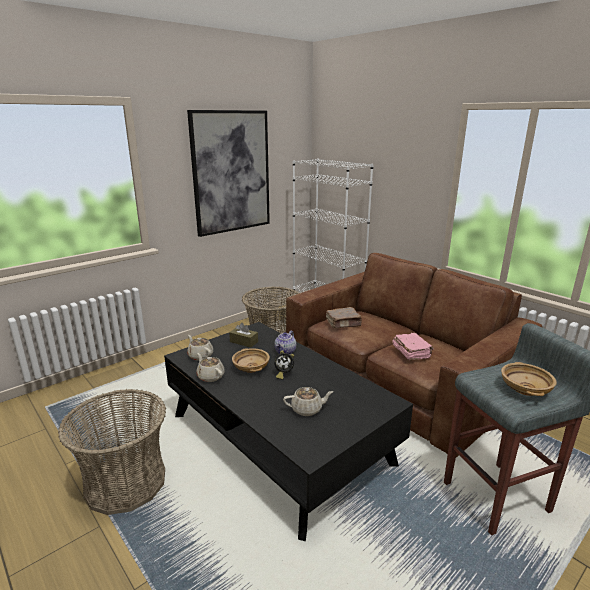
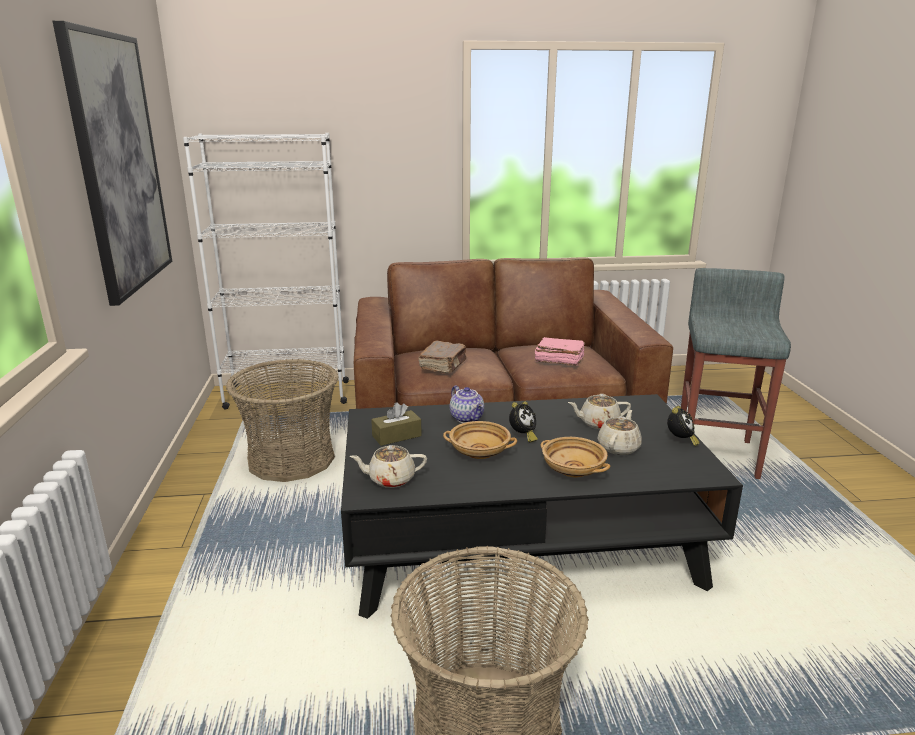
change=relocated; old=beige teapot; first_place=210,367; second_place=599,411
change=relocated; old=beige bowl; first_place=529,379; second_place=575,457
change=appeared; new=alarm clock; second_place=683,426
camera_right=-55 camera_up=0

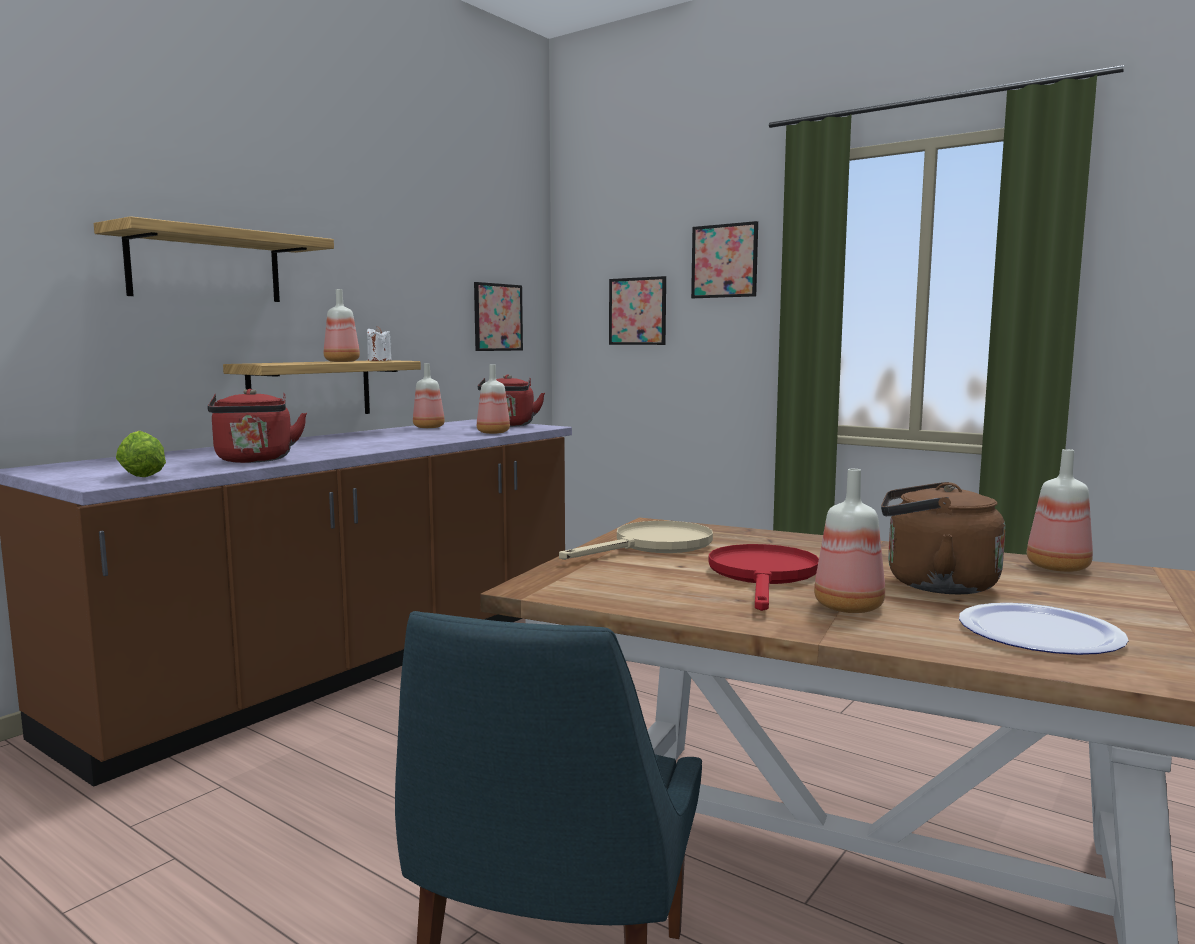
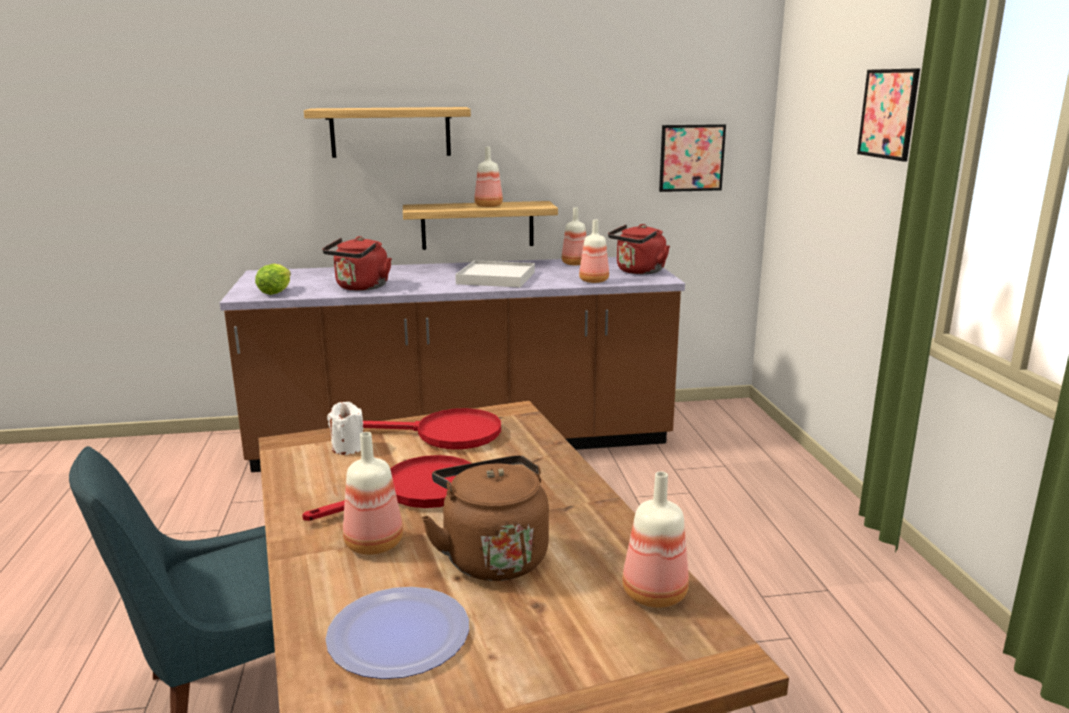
change=relocated; old=white candle; first_place=379,343; second_place=345,428
change=colour; old=beige frying pan; new=red frying pan; first_place=636,540; second_place=432,428
change=missing; old=picture; first_place=637,310
change=appeared; new=white tray; second_place=495,273
camera_right=45 camera_up=10

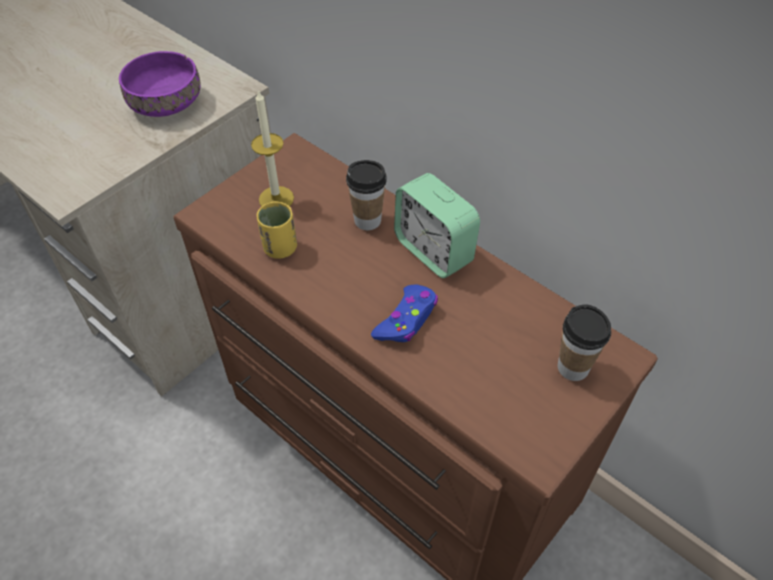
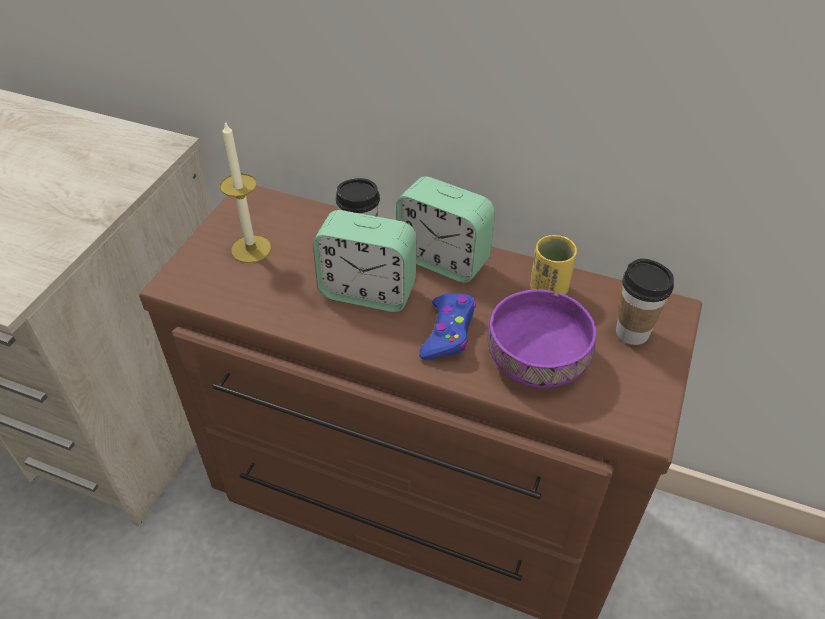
change=relocated; old=purple bowl; first_place=160,84; second_place=541,338
change=relocated; old=yellow cup; first_place=277,230; second_place=553,265
change=appeared; new=alarm clock; second_place=364,261
camera_right=-20 camera_up=-5

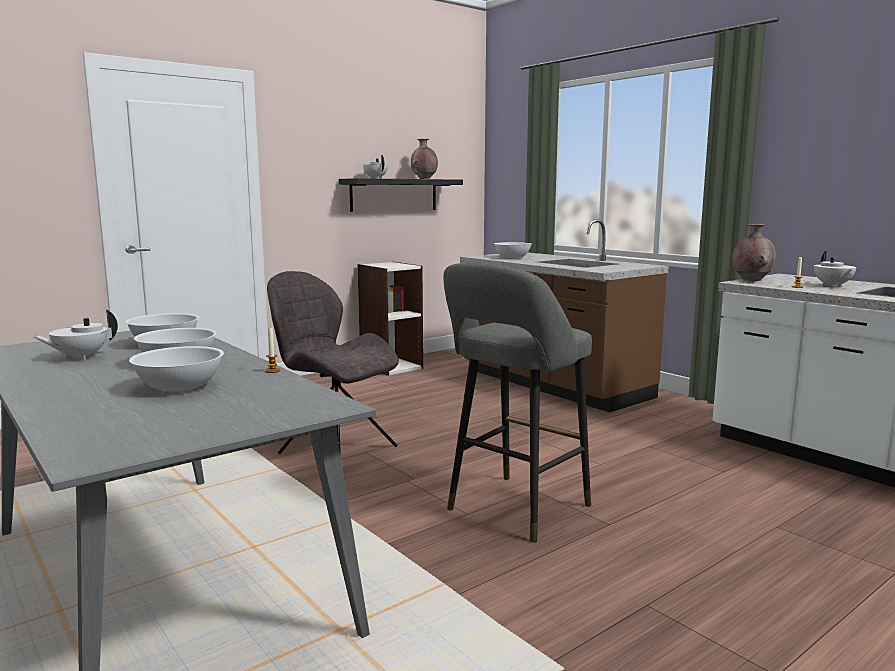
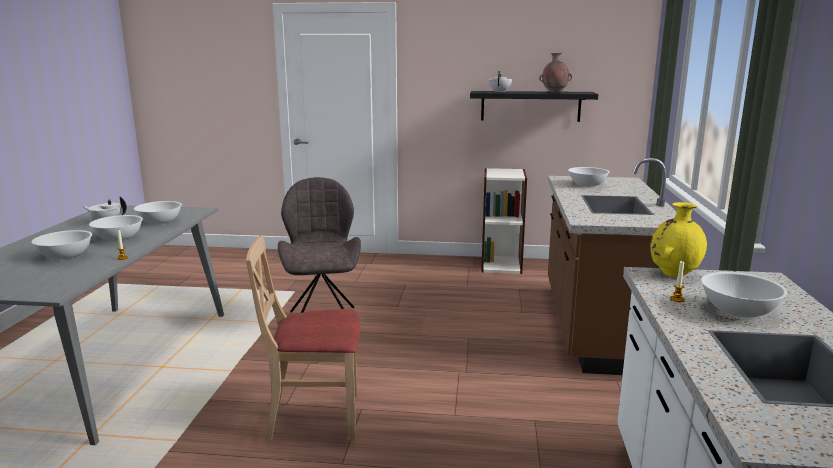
change=exchanged; old=grey stool; new=beige chair; first_place=517,403; second_place=303,338
change=colour; old=brown vase; new=yellow vase; first_place=754,252; second_place=679,239
change=exchanged; old=white teapot; new=white bowl; first_place=835,269; second_place=744,294
camera_right=45 camera_up=5

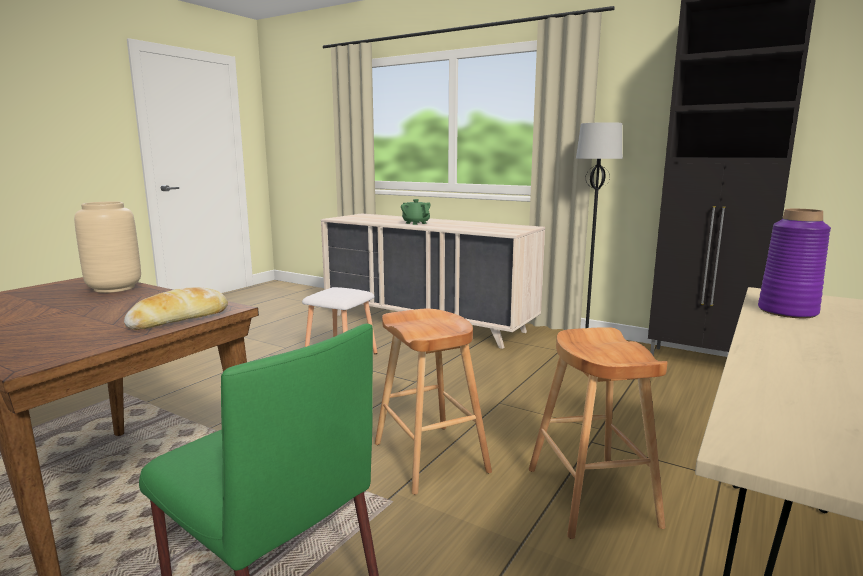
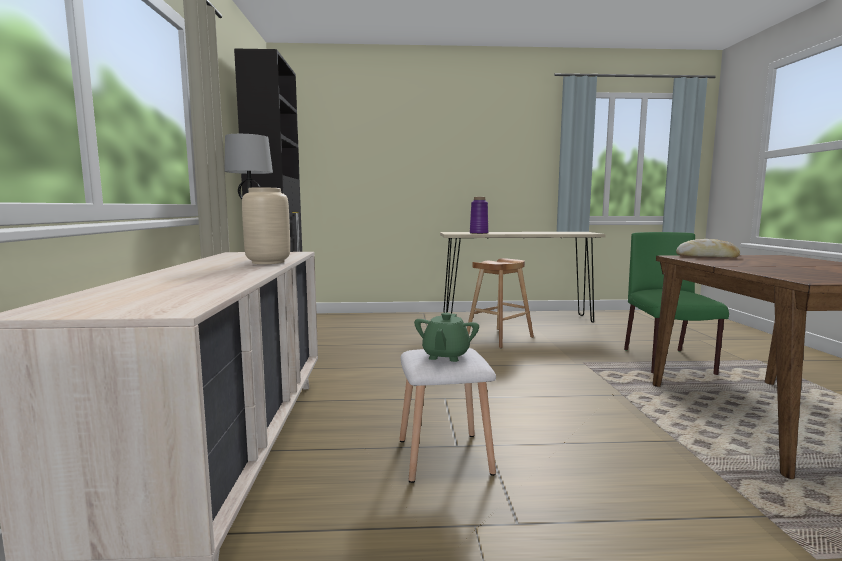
change=relocated; old=beige vase; first_place=107,247; second_place=266,226
change=missing; old=brown stool; first_place=433,402
change=relocated; old=green teapot; first_place=415,212; second_place=446,337
camera_right=-125 camera_up=-5

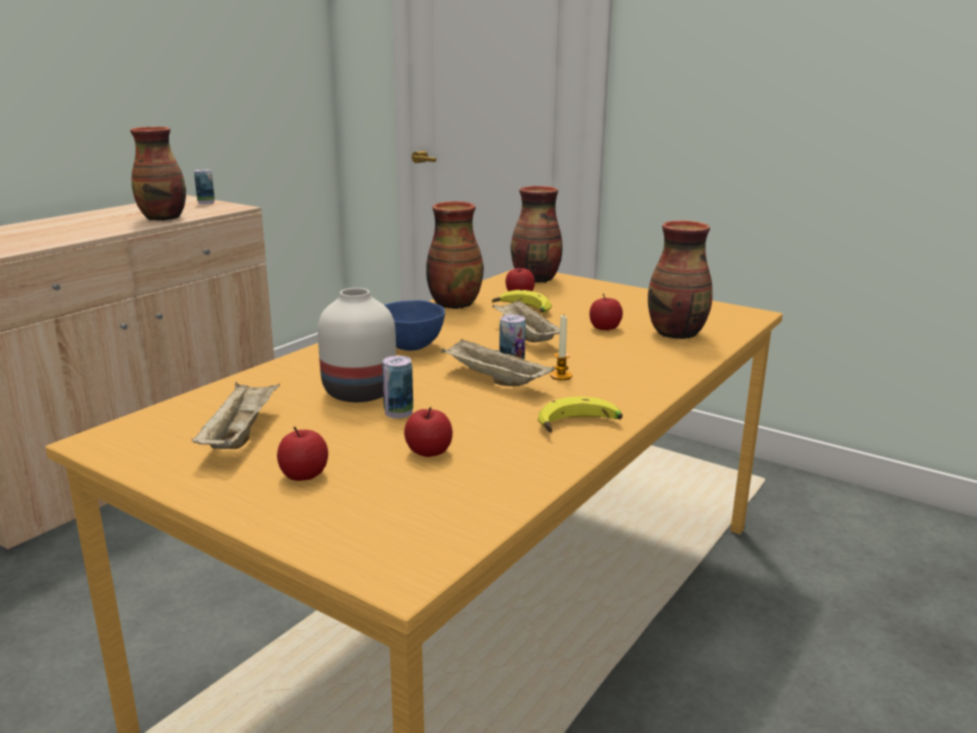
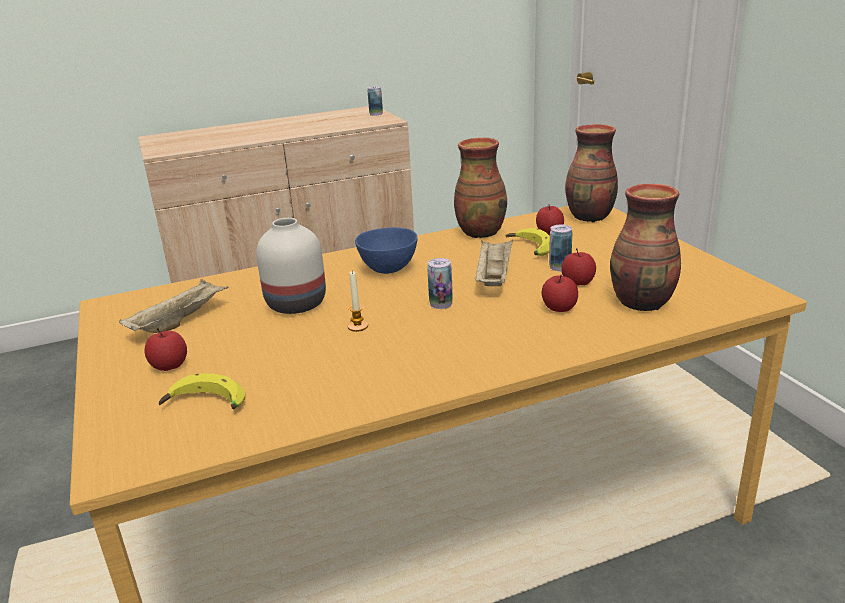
change=missing; old=vase; first_place=158,174
change=relocated; old=can; first_place=397,386; second_place=561,247
change=relocated; old=apple; first_place=428,432; second_place=560,293
change=missing; old=beige tray; first_place=498,362
change=relocated; old=banana; first_place=580,414; second_place=202,391
change=relocated; old=candle; first_place=561,347; second_place=358,301
camera_right=35 camera_up=5

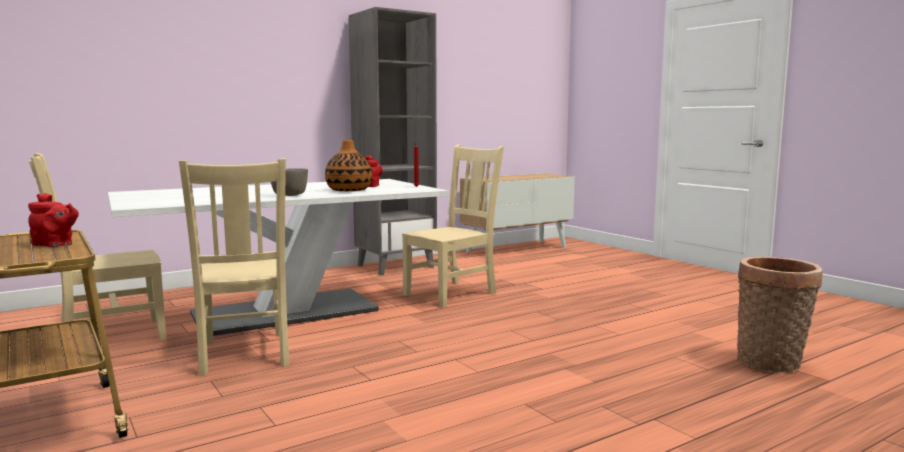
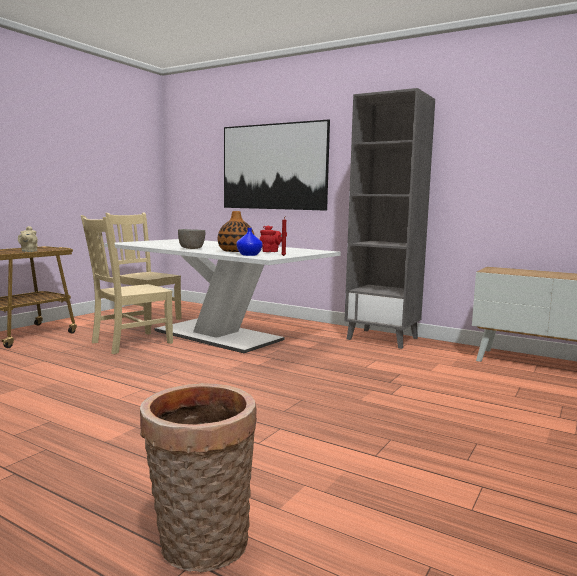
change=colour; old=red teapot; new=beige teapot; first_place=53,220; second_place=28,239
change=missing; old=beige chair; first_place=453,225
change=appeared; new=picture; second_place=277,165
change=appeared; new=blue vase; second_place=249,242
camera_right=65 camera_up=0

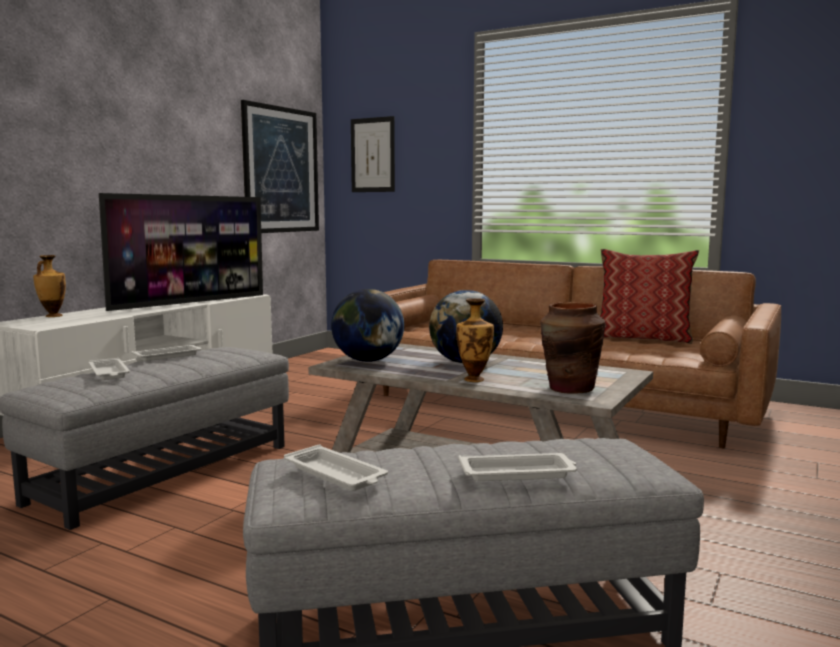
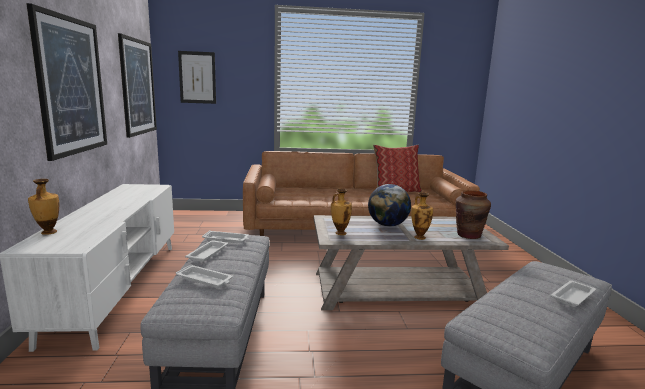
change=missing; old=television; first_place=181,252
change=relocated; old=white tray; first_place=336,467; second_place=225,236
change=exchanged; old=globe; new=vase; first_place=367,325; second_place=341,211
change=appeared; new=picture; second_place=66,82
camera_right=-35 camera_up=5

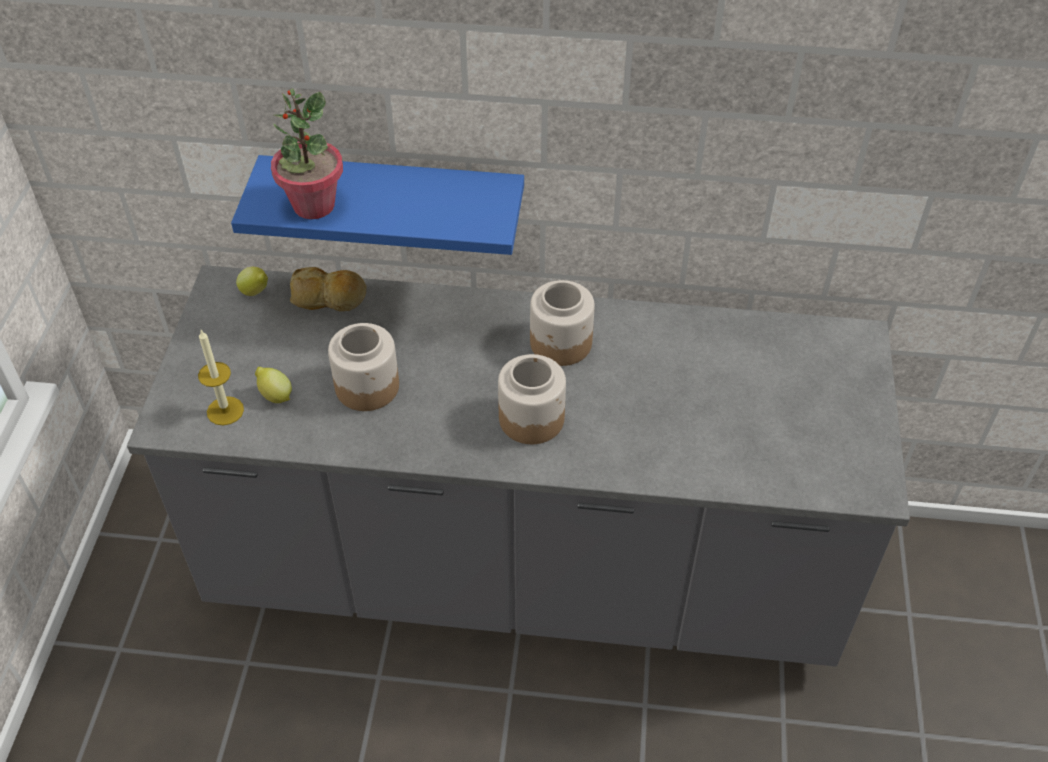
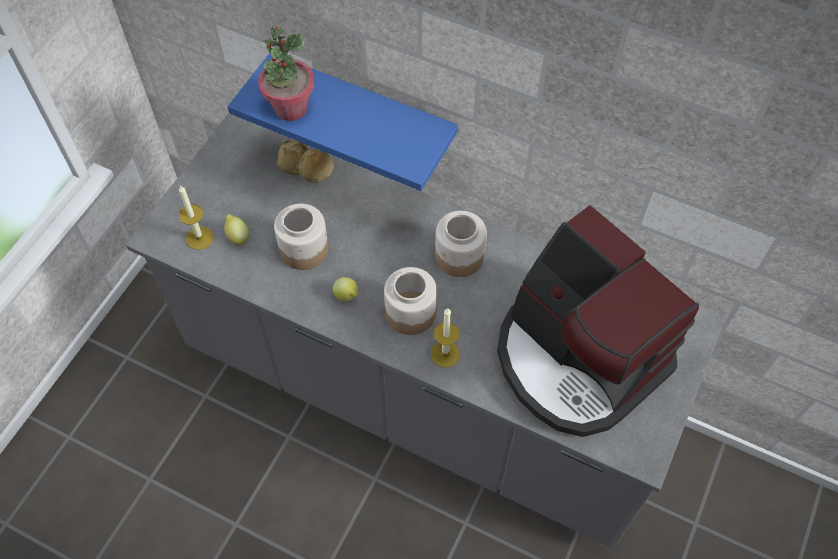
change=relocated; old=lemon; first_place=252,281; second_place=345,289
change=appeared; new=candle; second_place=445,338
change=appeared; new=coffee machine; second_place=598,321
camera_right=20 camera_up=10

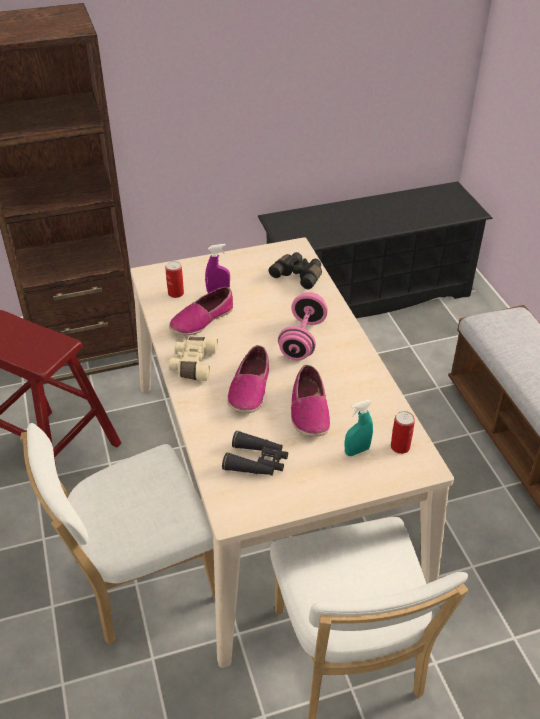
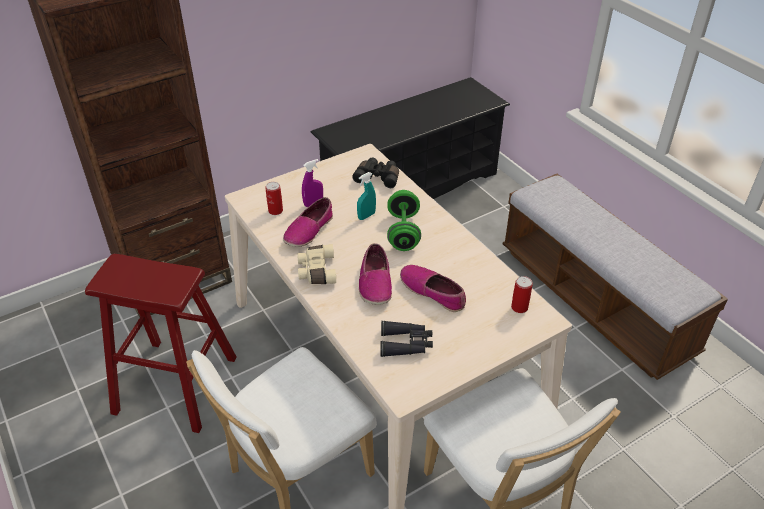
change=colour; old=pink dumbbell; new=green dumbbell; first_place=303,326; second_place=404,220
change=spun; old=shoe; first_place=310,401; second_place=433,288; degrees=150
change=relocated; old=turquoise spray bottle; first_place=359,428; second_place=366,196
camera_right=-15 camera_up=0

